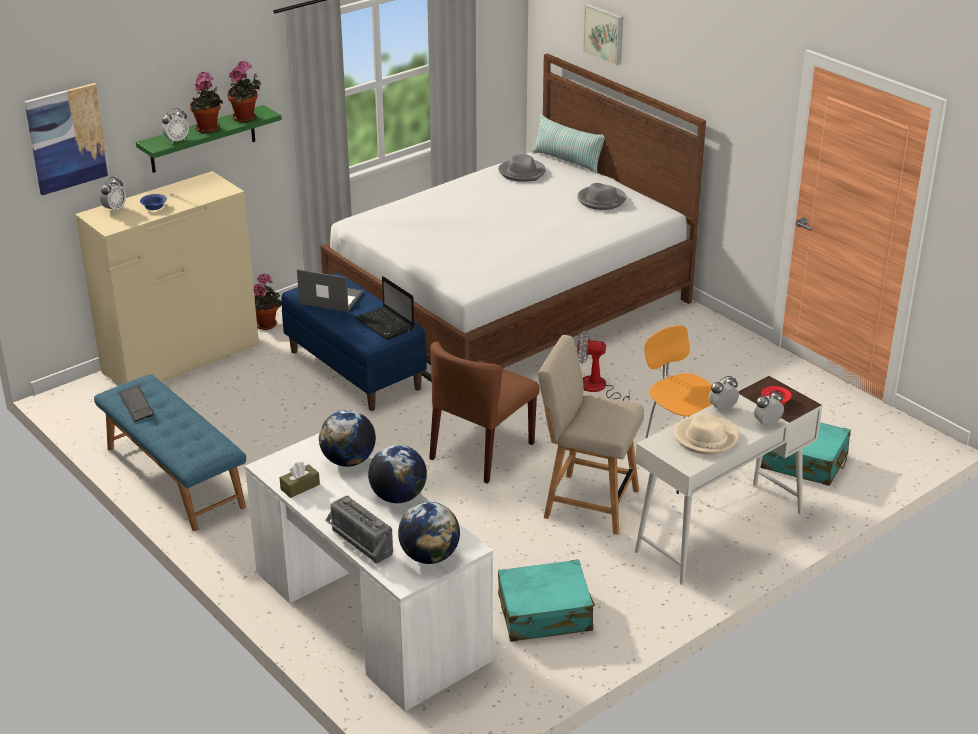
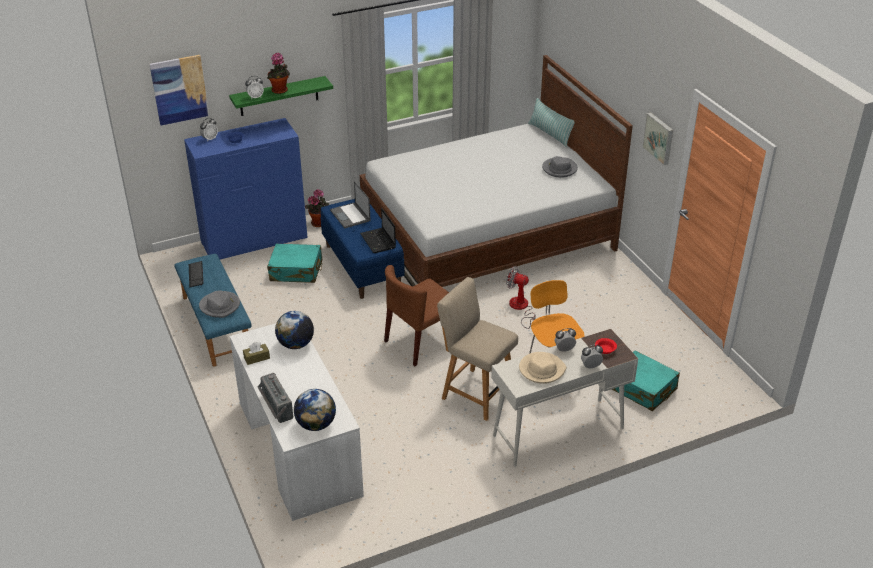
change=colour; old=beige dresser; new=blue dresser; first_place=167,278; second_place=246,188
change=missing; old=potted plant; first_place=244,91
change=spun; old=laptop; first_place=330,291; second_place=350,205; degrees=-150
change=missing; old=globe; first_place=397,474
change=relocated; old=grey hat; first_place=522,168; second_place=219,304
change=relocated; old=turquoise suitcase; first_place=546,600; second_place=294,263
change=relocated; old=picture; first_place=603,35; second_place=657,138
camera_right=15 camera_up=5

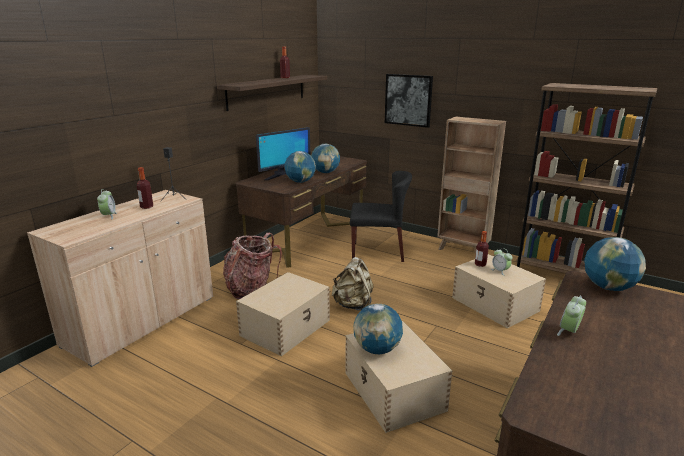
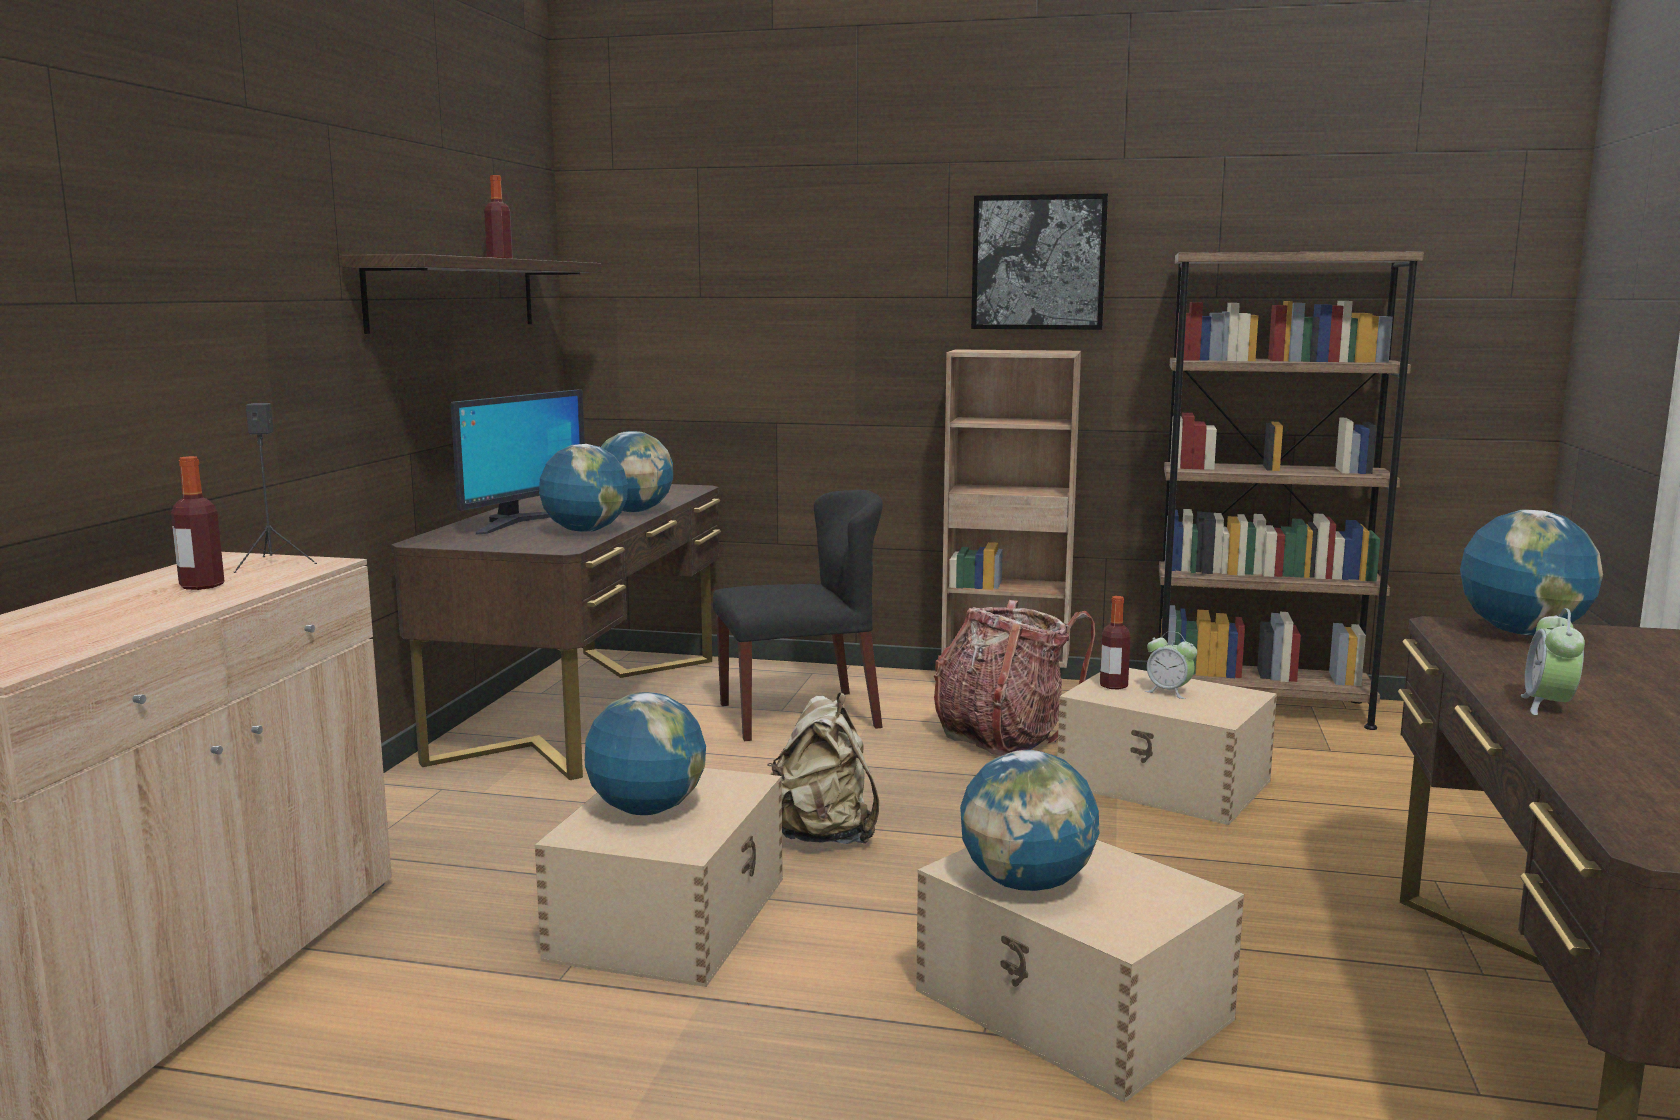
change=missing; old=alarm clock; first_place=107,204
change=relocated; old=backpack; first_place=252,266; second_place=1014,678
change=relocated; old=picture; first_place=409,101; second_place=1039,262
change=appeared; new=globe; second_place=645,753
camera_right=-20 camera_up=-10

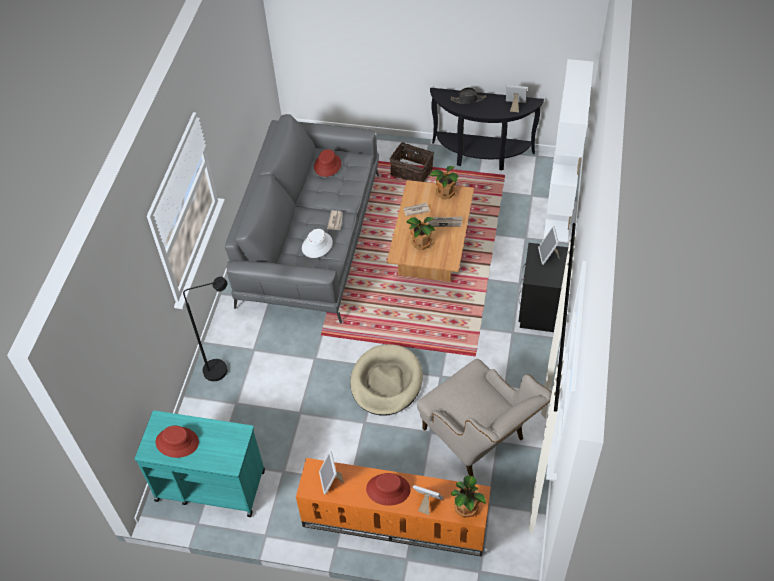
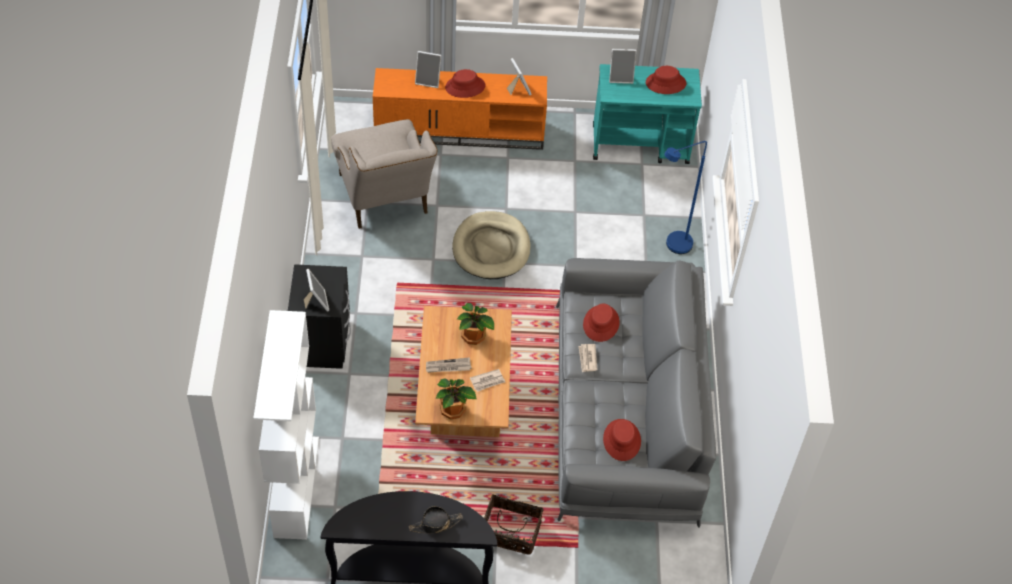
change=colour; old=black floor lamp; new=blue floor lamp; first_place=205,329; second_place=686,197
change=colour; old=white hat; new=red hat; first_place=317,243; second_place=601,322
change=spun; old=beige armchair; first_place=484,418; second_place=384,174; degrees=-150
change=missing; old=potted plant; first_place=468,496
change=relocated; old=picture frame; first_place=516,98; second_place=622,66
camera_right=165 camera_up=0

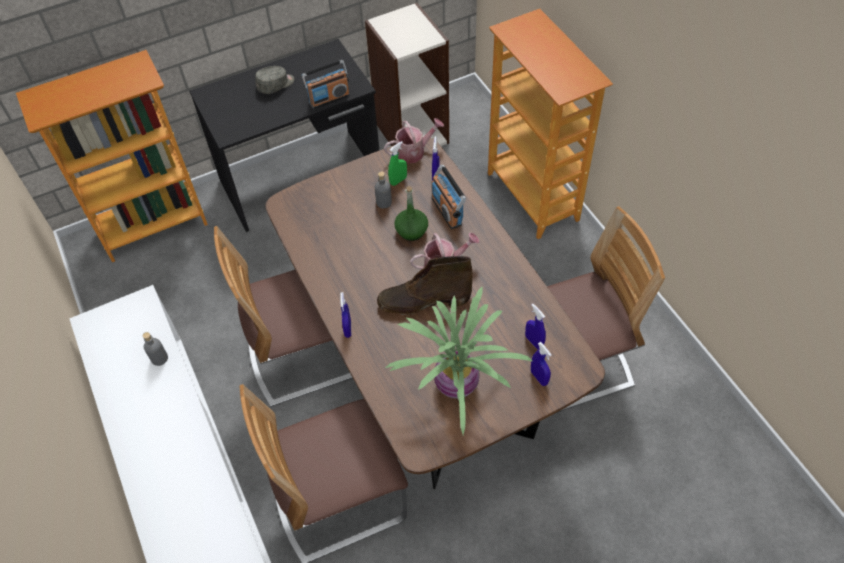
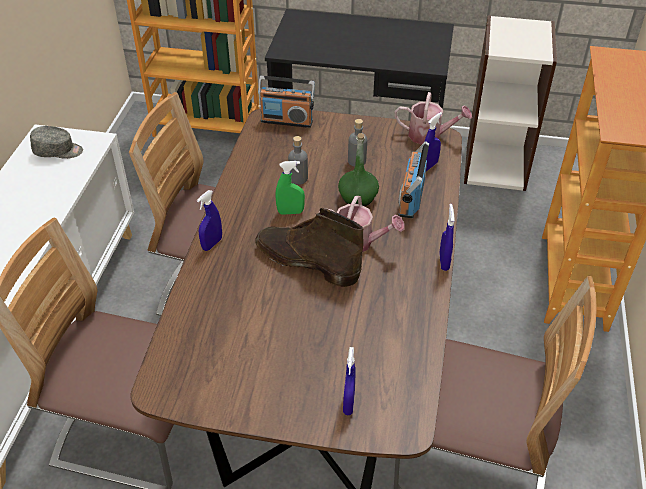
change=relocated; old=grey bottle; first_place=155,349; second_place=298,160
change=relocated; old=grey cap; first_place=274,80; second_place=56,142
change=relocated; old=radio; first_place=326,84; second_place=286,102
change=missing; old=potted plant; first_place=458,360
change=relocated; old=green spray bottle; first_place=397,163; second_place=290,188
change=relocated; old=blue spray bottle; first_place=535,326; second_place=447,237
camera_right=35 camera_up=-10

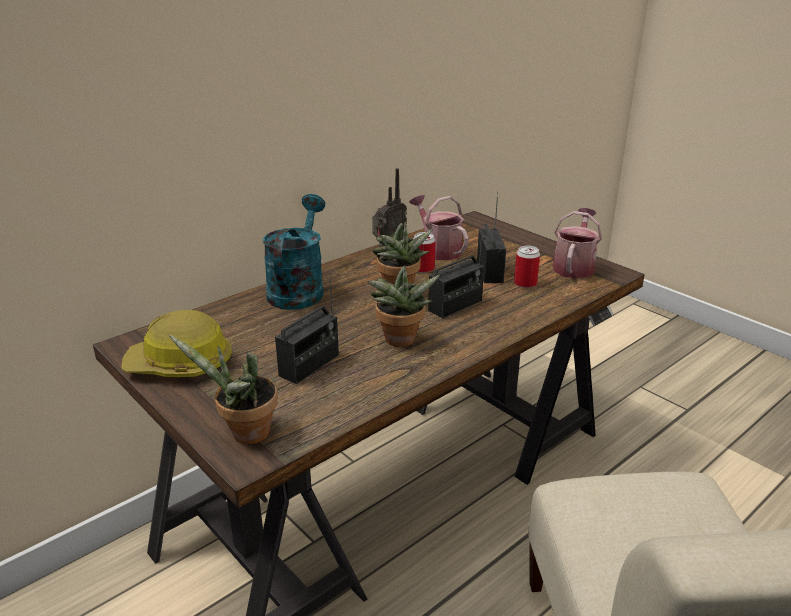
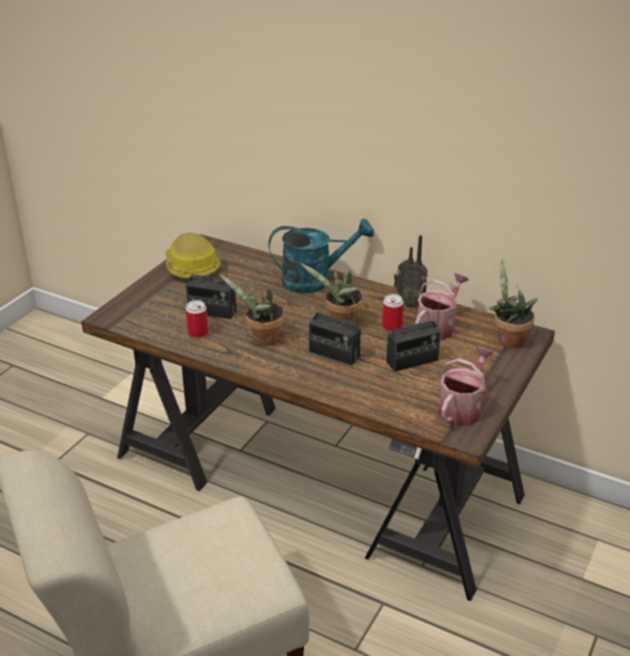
change=relocated; old=potted plant; first_place=223,389; second_place=513,303
change=relocated; old=can; first_place=527,267; second_place=197,319
change=spun; old=watering can; first_place=577,243; second_place=466,386; degrees=-60
camera_right=70 camera_up=5

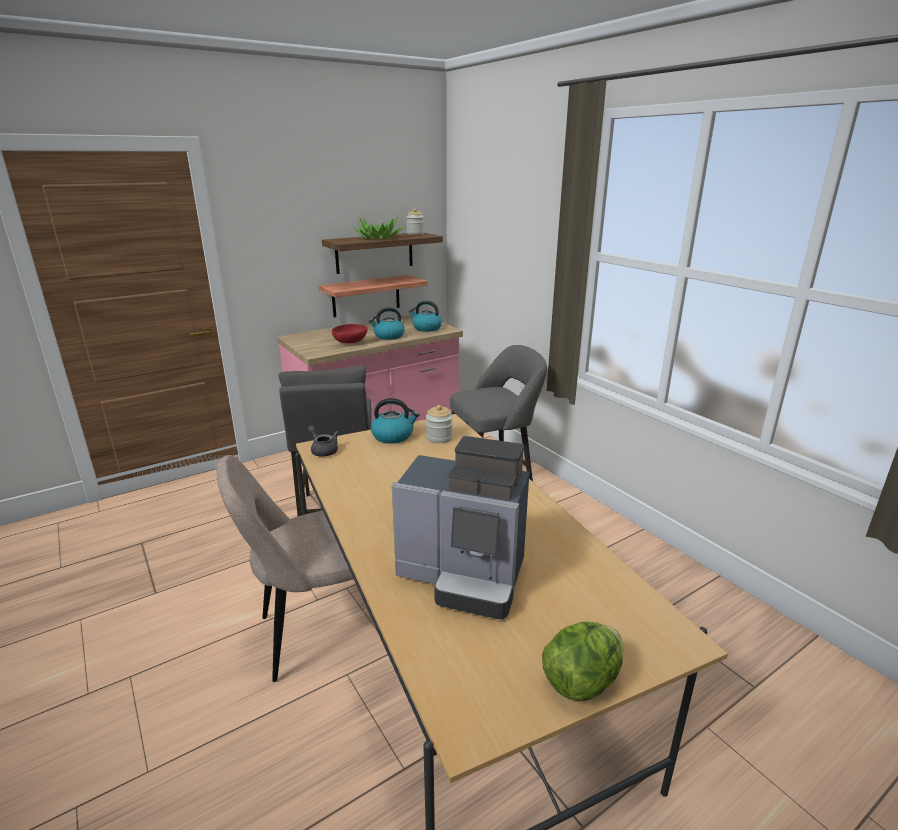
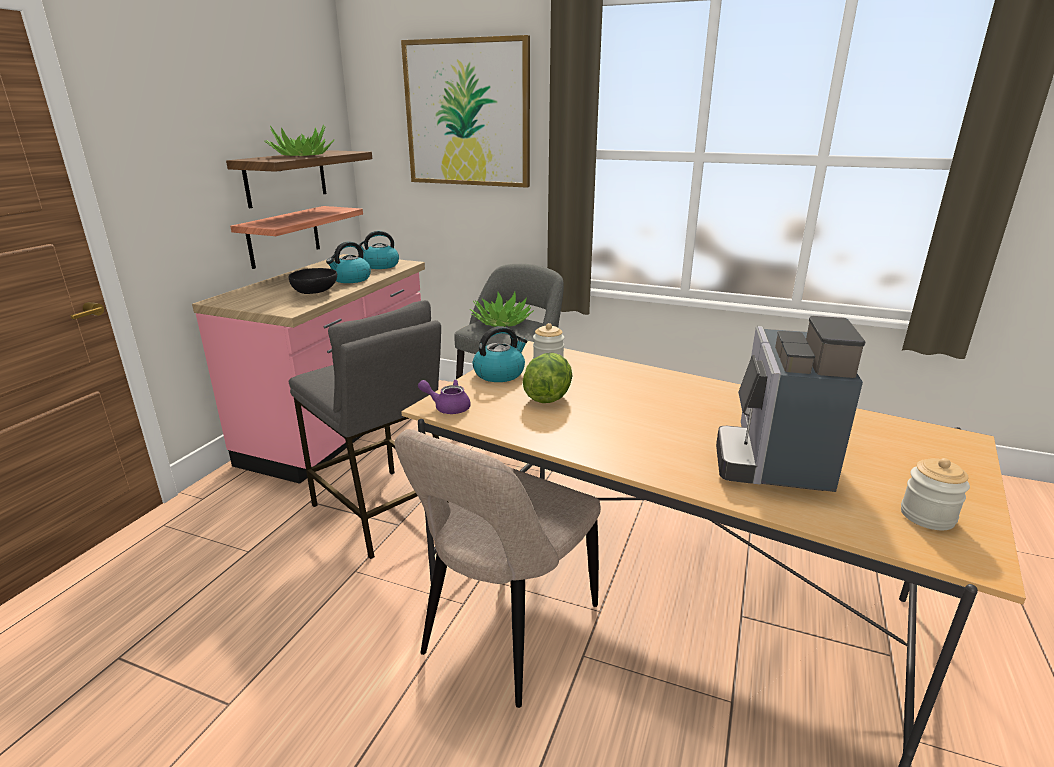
change=colour; old=grey teapot; new=purple teapot; first_place=323,441; second_place=444,397
change=colour; old=red bowl; new=black bowl; first_place=349,333; second_place=313,281
change=spun; old=coffee machine; first_place=460,527; second_place=791,404; degrees=120
change=relocated; old=jar; first_place=415,221; second_place=935,494
change=relocated; old=lettuce; first_place=582,661; second_place=547,378
change=appeared; new=picture; second_place=465,111
change=appeared; new=potted plant; second_place=502,309
camera_right=-35 camera_up=0

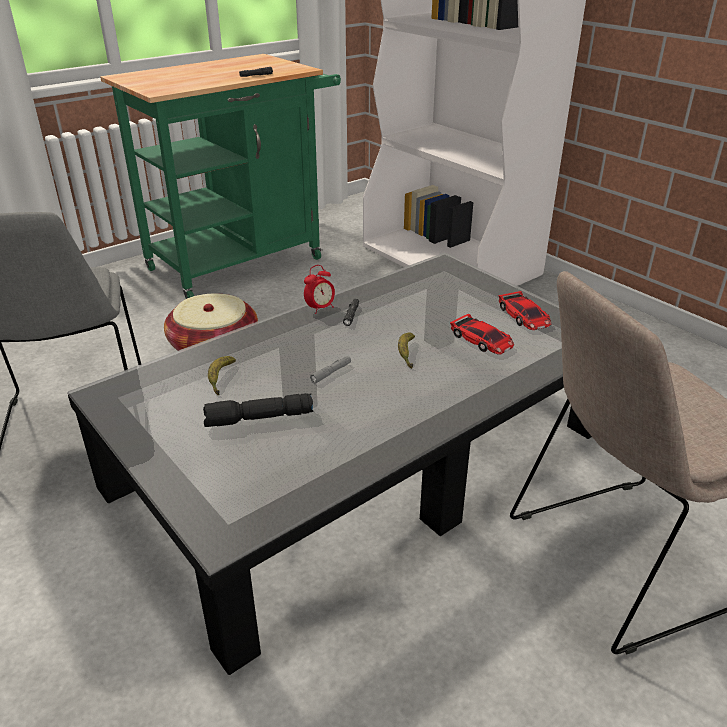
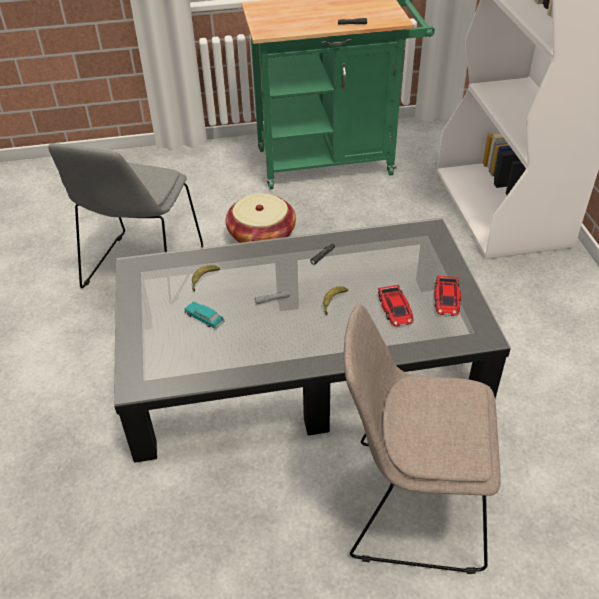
change=exchanged; old=black flashlight; new=toy car; first_place=258,410; second_place=204,315
change=missing; old=alarm clock; first_place=319,289
camera_right=30 camera_up=10

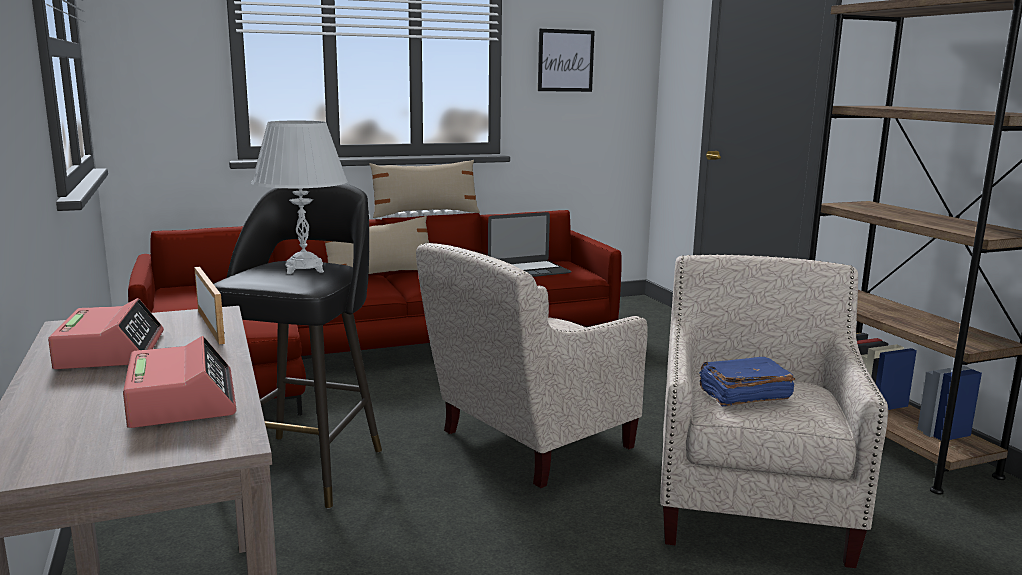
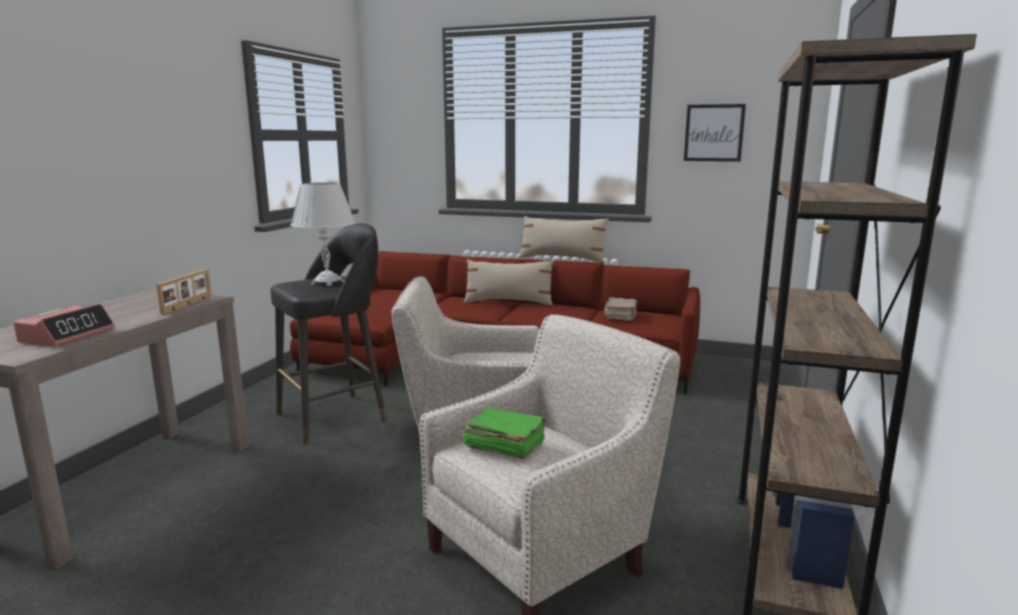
change=missing; old=alarm clock; first_place=106,333
change=exchanged; old=laptop; new=brown book; first_place=530,244; second_place=620,309
change=colour; old=blue book; new=green book; first_place=747,381; second_place=505,433
camera_right=40 camera_up=0

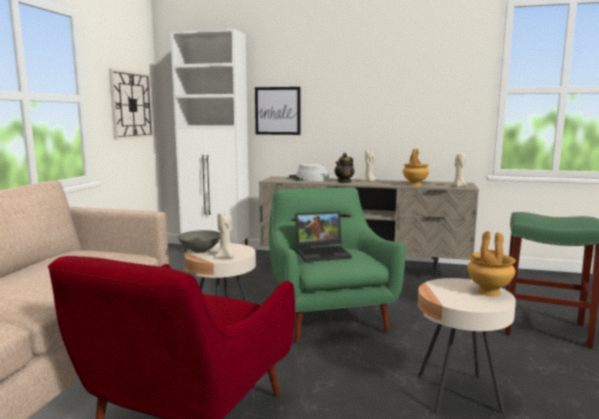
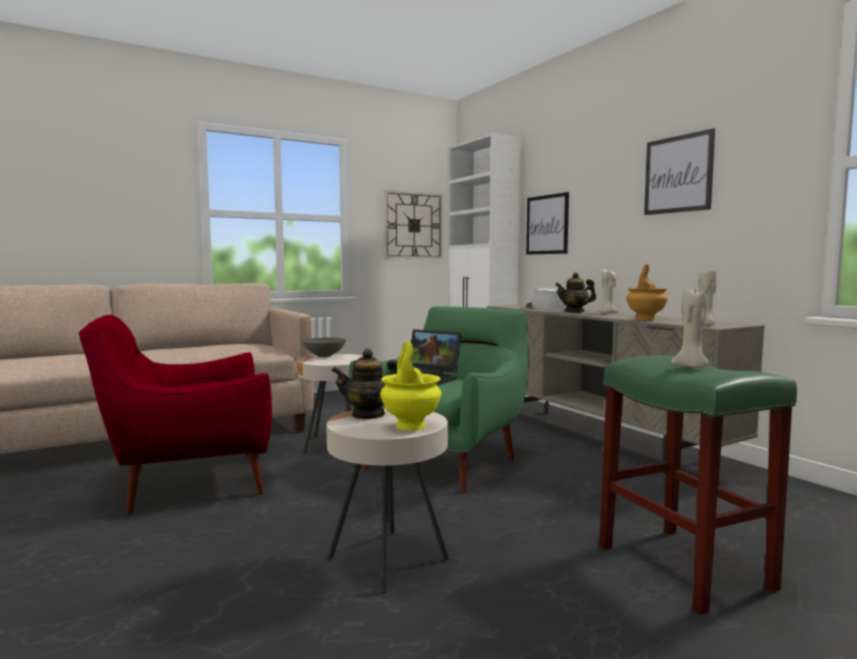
change=relocated; old=beige candle; first_place=225,235; second_place=690,328
change=colour; old=brown vase; new=yellow vase; first_place=491,264; second_place=410,385
change=appeared; new=teapot; second_place=364,384
change=appeared; new=picture; second_place=679,171
camera_right=45 camera_up=-5

